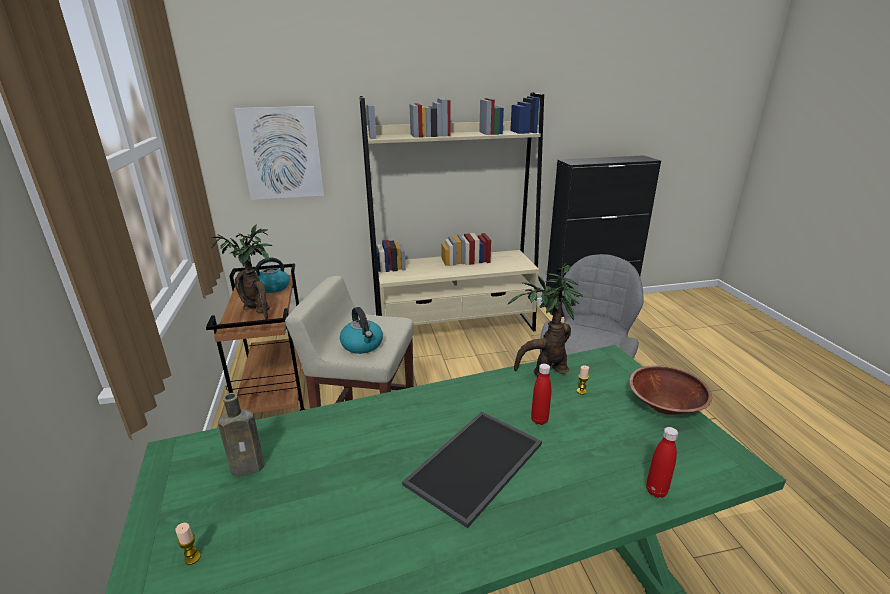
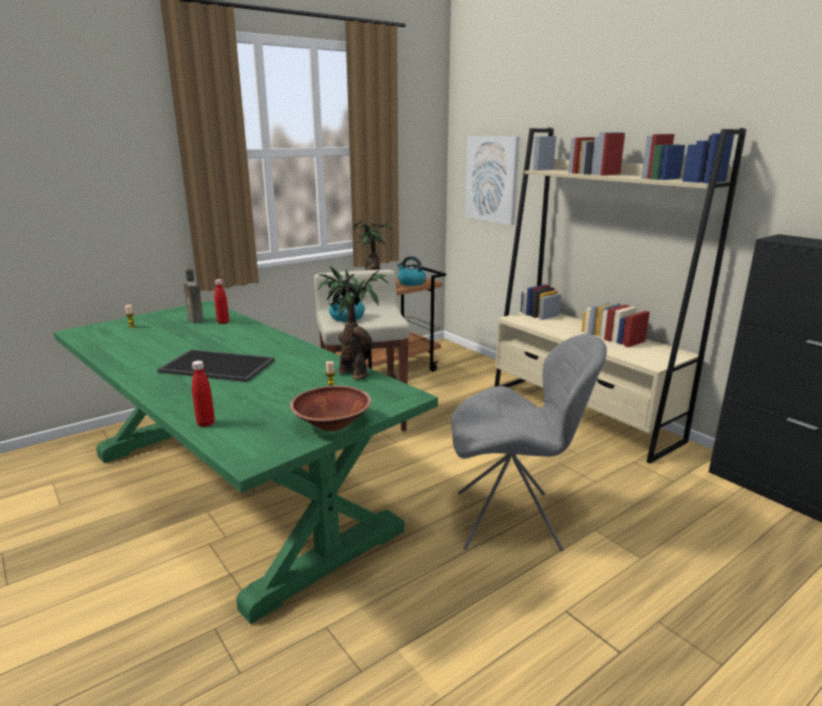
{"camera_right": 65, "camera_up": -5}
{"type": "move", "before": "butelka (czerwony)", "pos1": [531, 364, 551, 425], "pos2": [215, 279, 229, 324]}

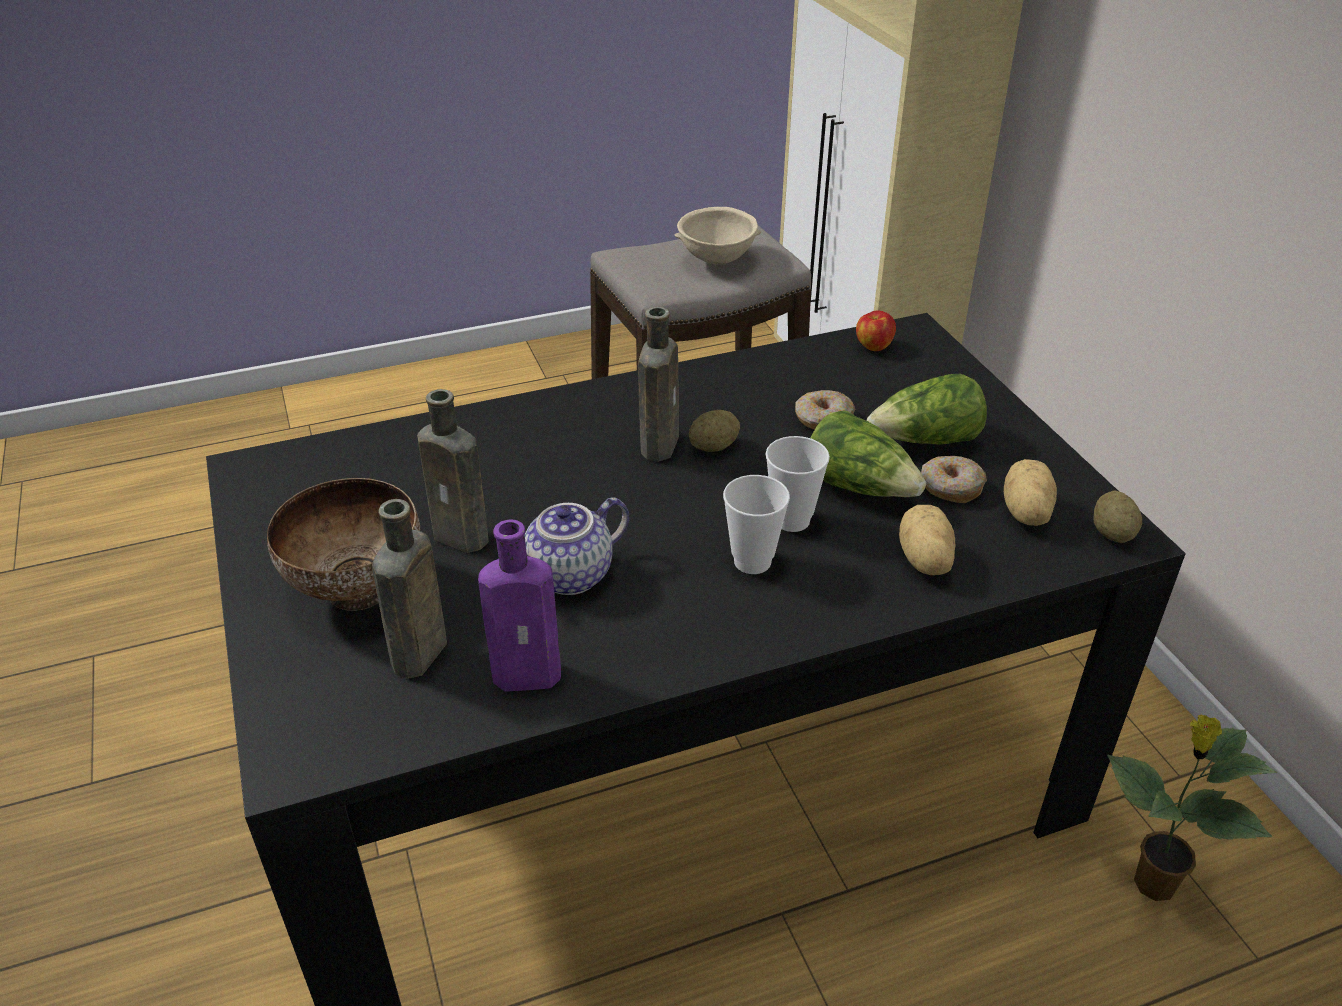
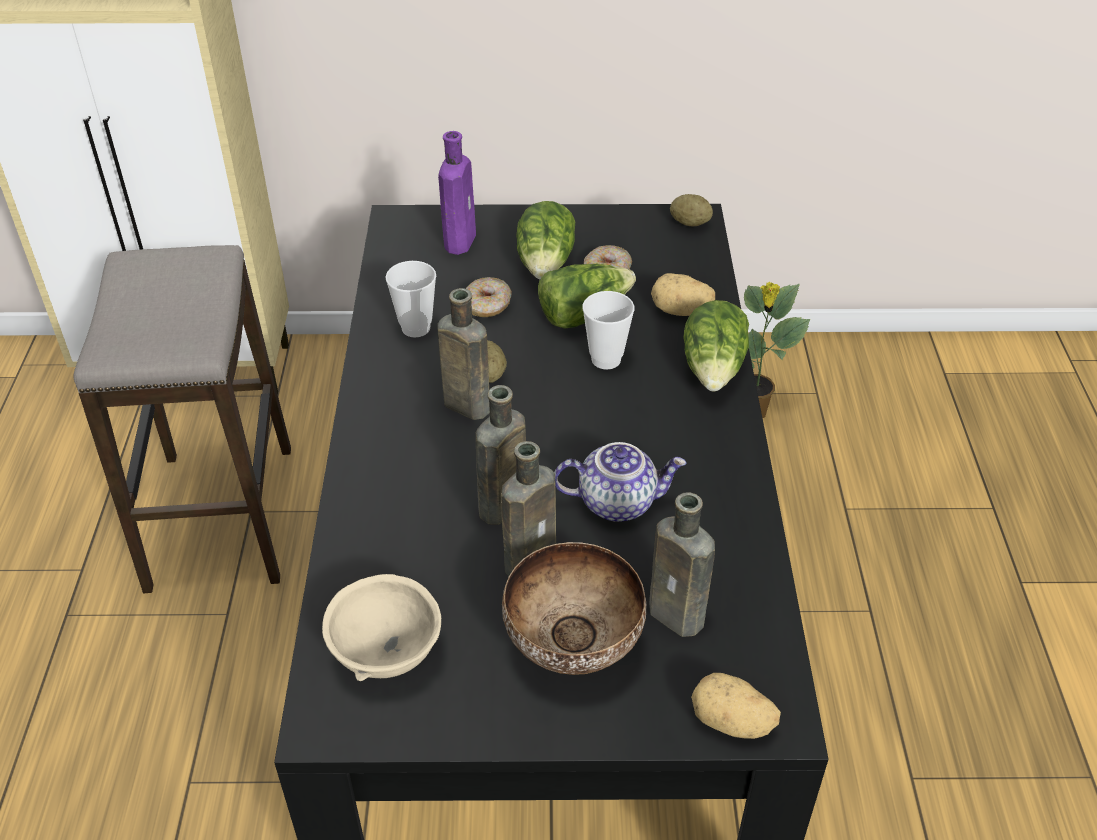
{"camera_right": -70, "camera_up": 5}
{"type": "move", "before": "butelka (fioletowy)", "pos1": [478, 520, 571, 692], "pos2": [438, 131, 476, 255]}
{"type": "rotate", "before": "imbryk", "pos1": [525, 497, 629, 595], "pos2": [554, 442, 687, 522], "turn": -75}
{"type": "move", "before": "miska (beżowy)", "pos1": [675, 207, 761, 264], "pos2": [322, 574, 441, 681]}
{"type": "move", "before": "filiżanka", "pos1": [723, 475, 790, 574], "pos2": [386, 261, 436, 337]}
{"type": "delete", "before": "jabłko", "pos1": [856, 310, 896, 351]}
{"type": "move", "before": "ziemniak", "pos1": [1004, 459, 1057, 526], "pos2": [691, 673, 781, 739]}
{"type": "insert", "after": "butelka (brązowy)", "pos2": [475, 385, 526, 525]}
{"type": "insert", "after": "sałata", "pos2": [683, 300, 749, 391]}

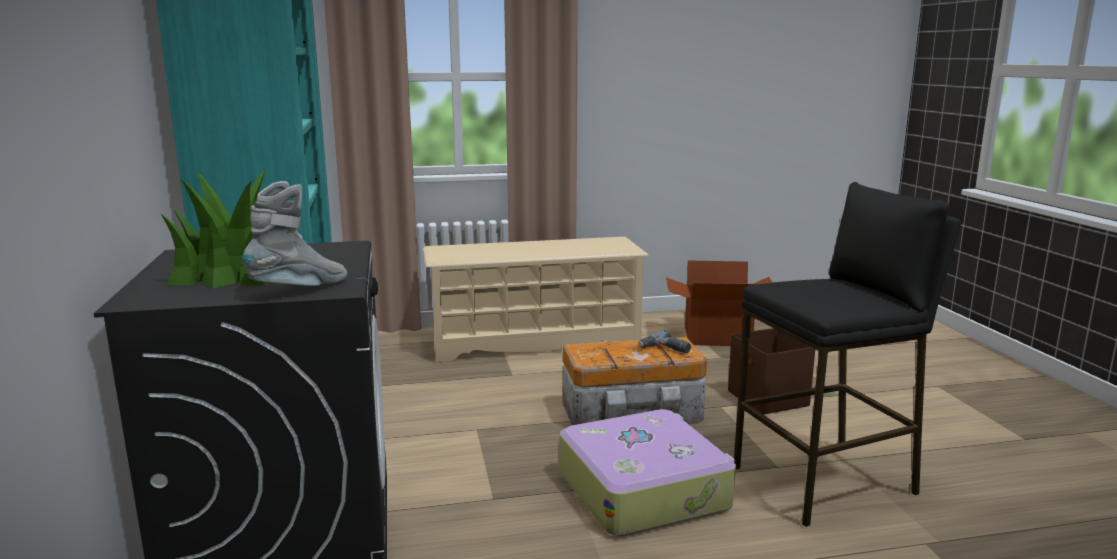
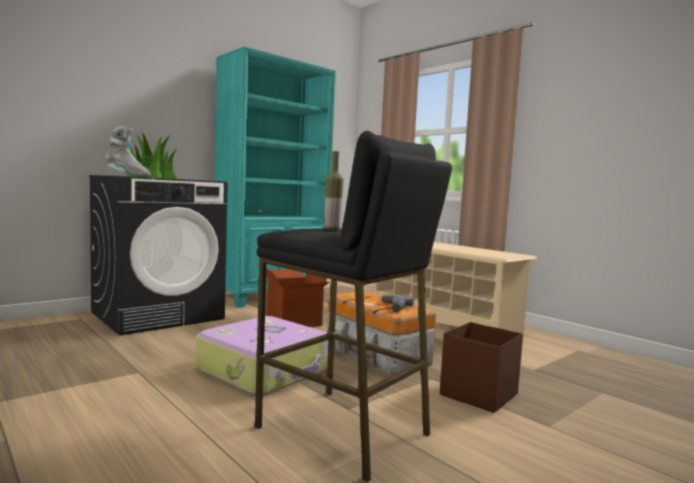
{"camera_right": 60, "camera_up": -10}
{"type": "move", "before": "karton", "pos1": [666, 260, 773, 346], "pos2": [258, 263, 330, 327]}
{"type": "insert", "after": "butelka", "pos2": [325, 151, 343, 230]}

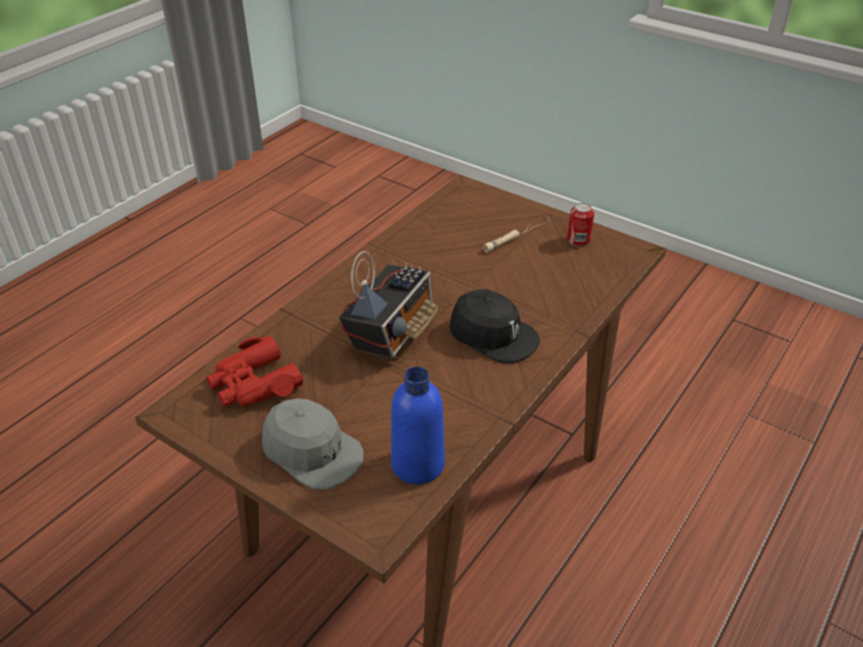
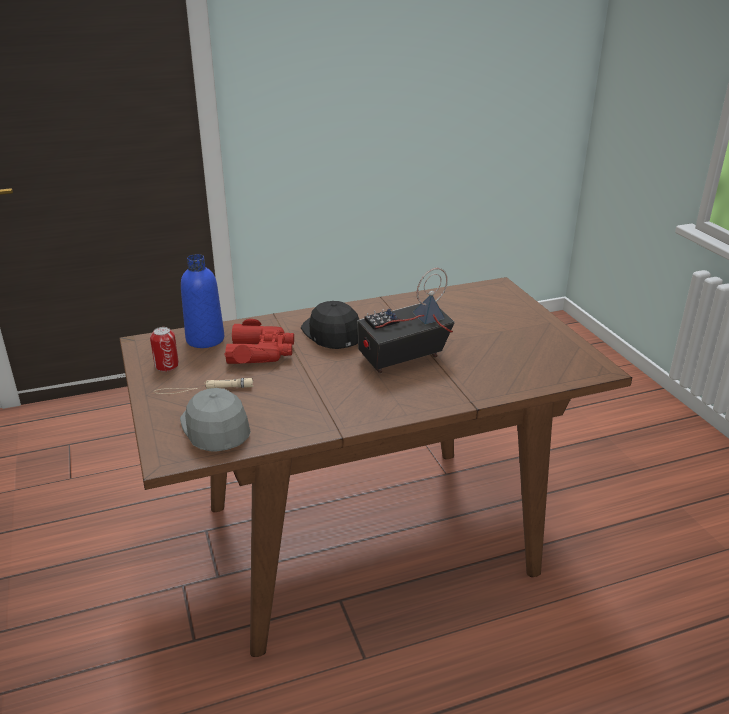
{"camera_right": -145, "camera_up": -10}
{"type": "move", "before": "lornetka (czerwony)", "pos1": [206, 335, 303, 407], "pos2": [224, 319, 294, 364]}
{"type": "move", "before": "czapka z daszkiem (szary)", "pos1": [262, 399, 364, 490], "pos2": [180, 388, 251, 452]}
{"type": "move", "before": "butelka (niebieski)", "pos1": [391, 367, 445, 484], "pos2": [181, 254, 224, 348]}

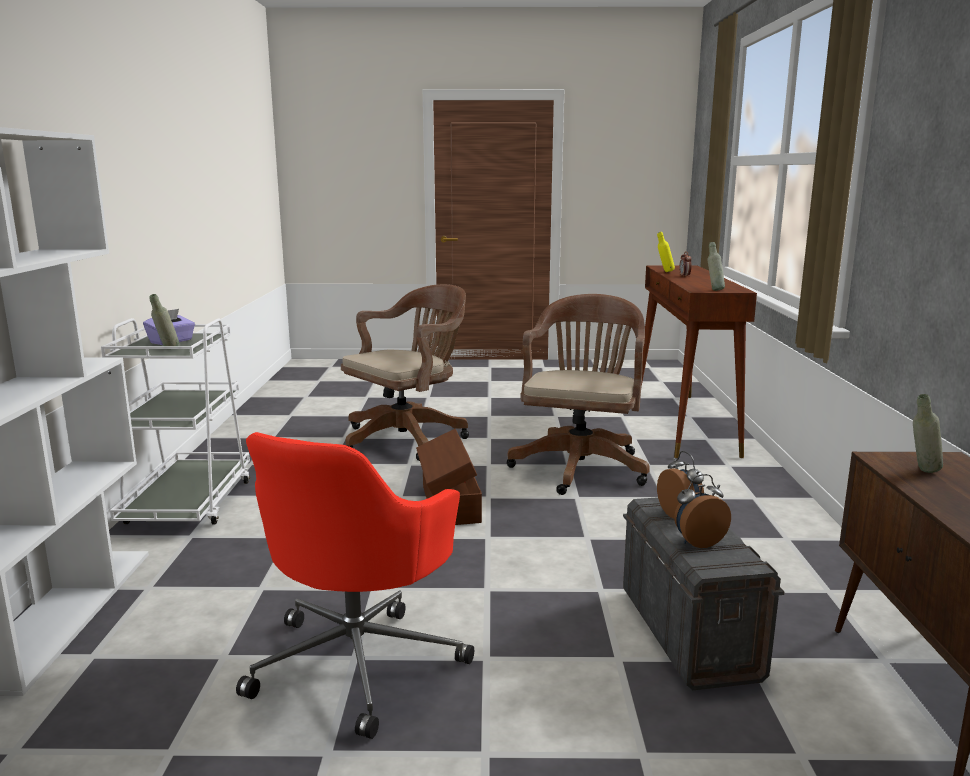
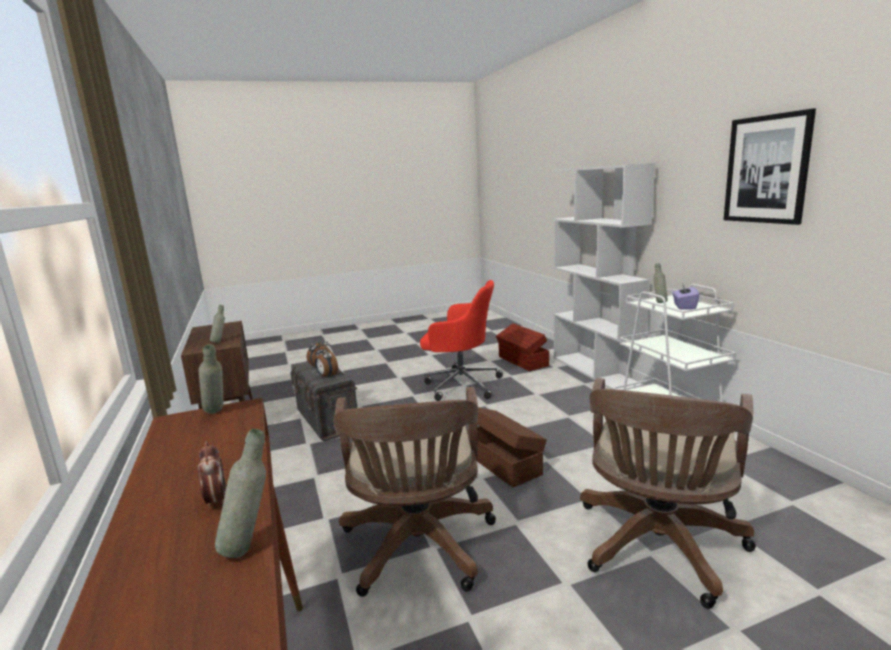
{"camera_right": 160, "camera_up": 0}
{"type": "rotate", "before": "krzesło biurowe (czerwony)", "pos1": [236, 432, 474, 739], "pos2": [420, 280, 503, 401], "turn": 105}
{"type": "recolor", "before": "butelka (żółty)", "after": "butelka (szary)", "pos1": [657, 232, 675, 272], "pos2": [215, 429, 266, 558]}
{"type": "insert", "after": "pojemnik do przechowywania (brązowy)", "pos2": [496, 323, 549, 371]}
{"type": "insert", "after": "obraz", "pos2": [724, 108, 816, 225]}

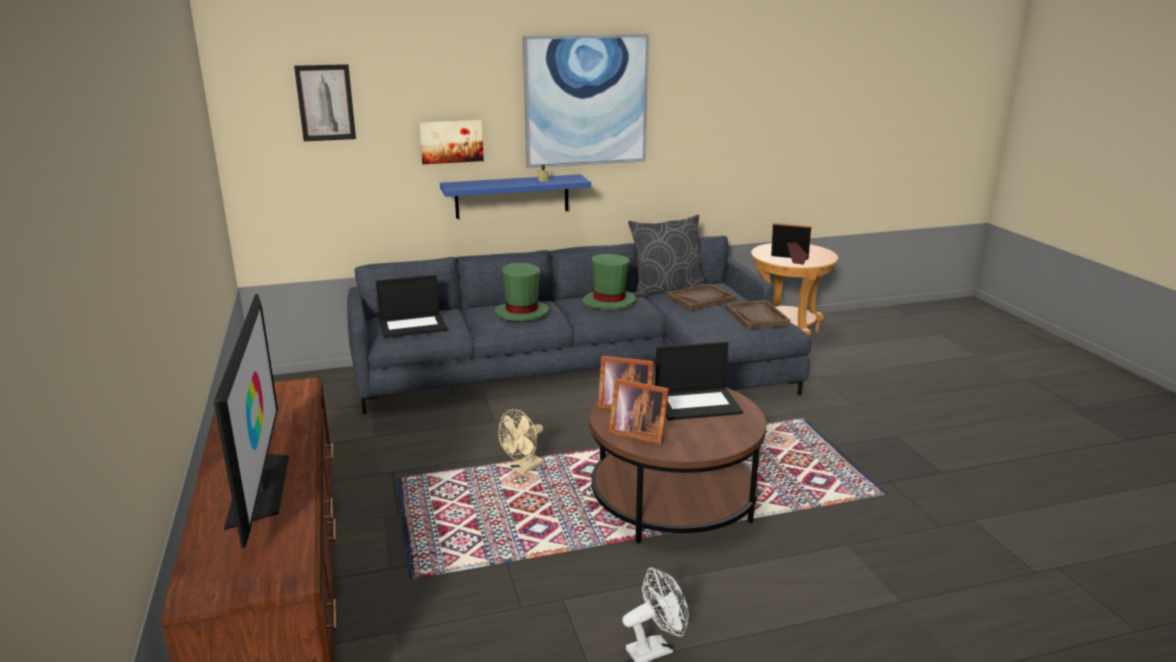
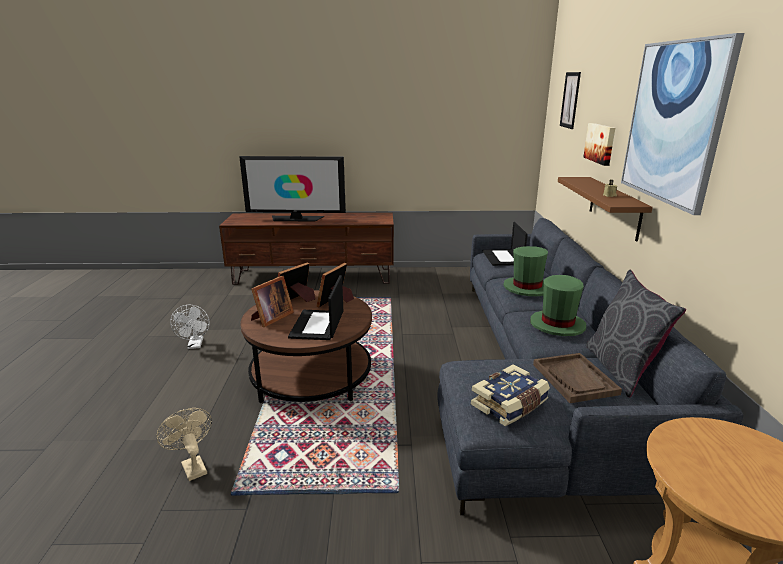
{"camera_right": 105, "camera_up": 0}
{"type": "recolor", "before": "półka (niebieski)", "after": "półka (brązowy)", "pos1": [440, 174, 591, 219], "pos2": [558, 177, 653, 242]}
{"type": "move", "before": "wentylator (beżowy)", "pos1": [499, 409, 544, 474], "pos2": [157, 408, 212, 481]}
{"type": "replace", "before": "taca (brązowy)", "after": "książka", "pos1": [725, 300, 790, 329], "pos2": [471, 364, 550, 426]}
{"type": "move", "before": "ramka na zdjęcie", "pos1": [771, 223, 811, 265], "pos2": [251, 276, 294, 327]}

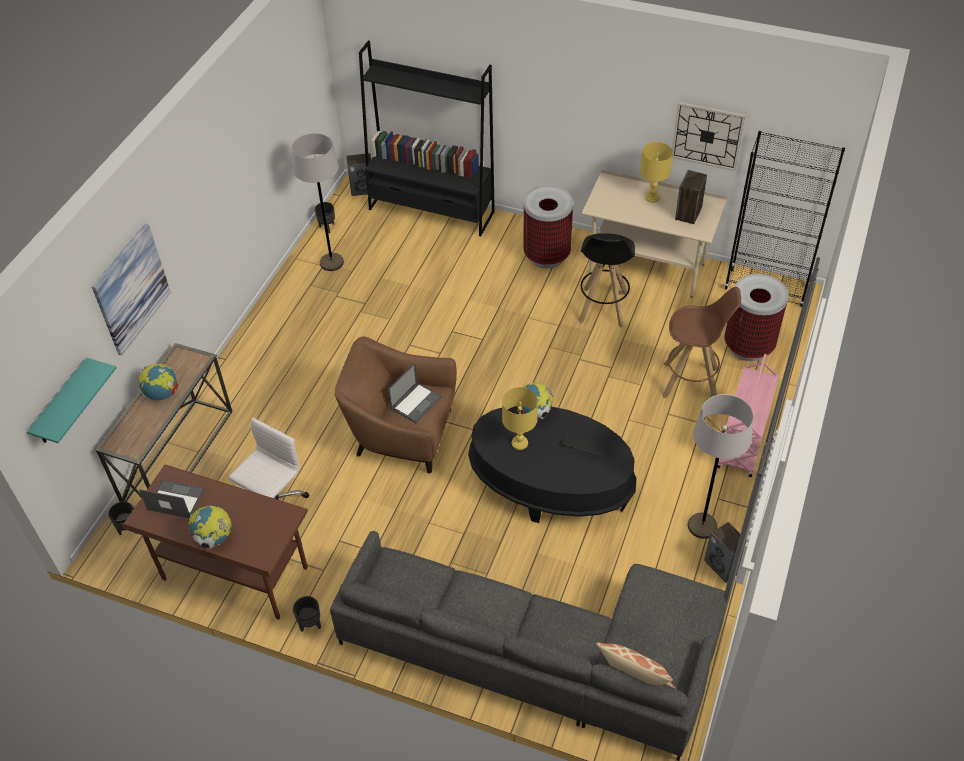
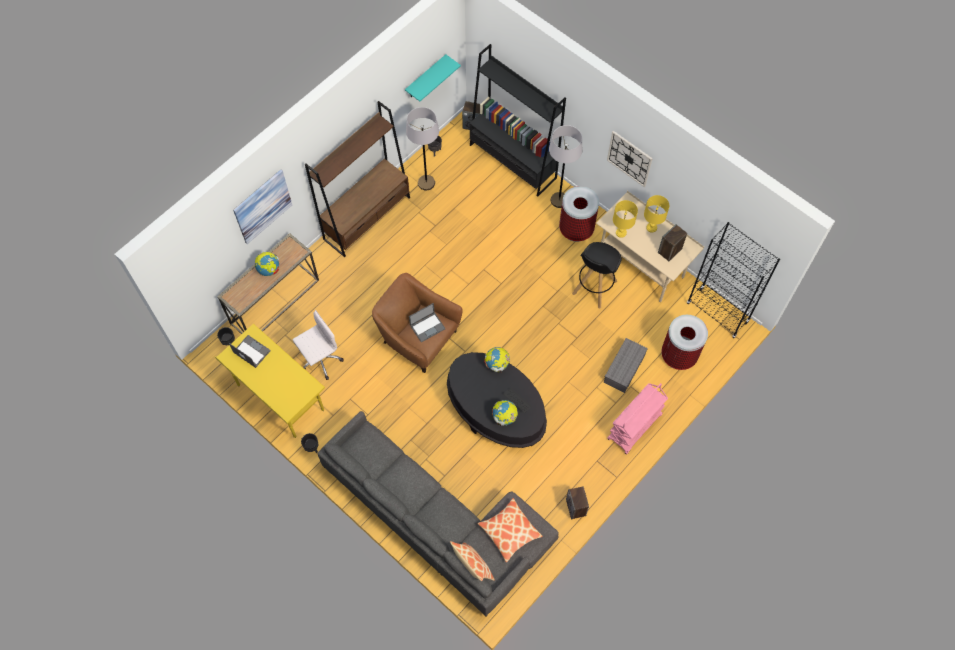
{"camera_right": 20, "camera_up": 15}
{"type": "move", "before": "półka (turkusowy)", "pos1": [27, 358, 116, 443], "pos2": [405, 54, 461, 101]}
{"type": "recolor", "before": "biurko (brązowy)", "after": "biurko (żółty)", "pos1": [121, 465, 308, 620], "pos2": [215, 324, 325, 438]}
{"type": "move", "before": "globus", "pos1": [189, 506, 232, 549], "pos2": [492, 400, 518, 426]}
{"type": "move", "before": "lampa stołowa (żółty)", "pos1": [502, 387, 538, 450], "pos2": [613, 200, 638, 238]}
{"type": "replace", "before": "stołek (brązowy)", "after": "pojemnik do przechowywania (szary)", "pos1": [662, 287, 741, 398], "pos2": [604, 338, 648, 393]}
{"type": "move", "before": "zegar ścienny", "pos1": [672, 102, 746, 171], "pos2": [607, 131, 653, 187]}
{"type": "move", "before": "lampa stojąca (szary)", "pos1": [688, 394, 754, 539], "pos2": [549, 125, 582, 208]}
{"type": "insert", "after": "regał (brązowy)", "pos2": [305, 101, 410, 257]}
{"type": "insert", "after": "poduszka", "pos2": [477, 498, 542, 563]}

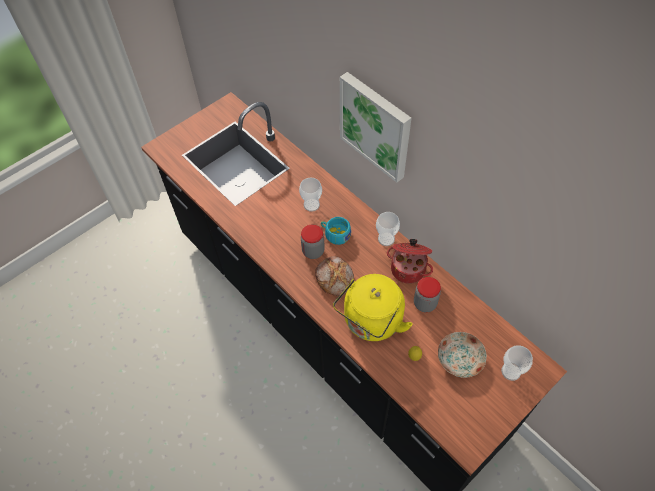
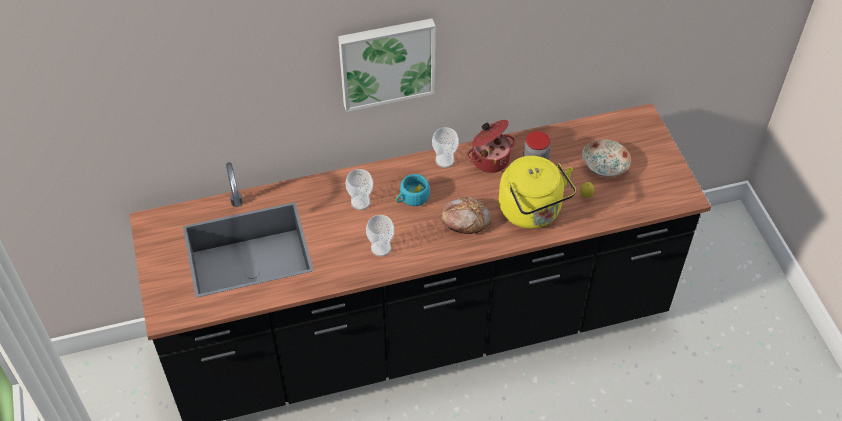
{"camera_right": -65, "camera_up": -5}
{"type": "delete", "before": "słoik", "pos1": [301, 225, 325, 259]}
{"type": "move", "before": "filiżanka", "pos1": [501, 345, 533, 381], "pos2": [366, 215, 394, 257]}

